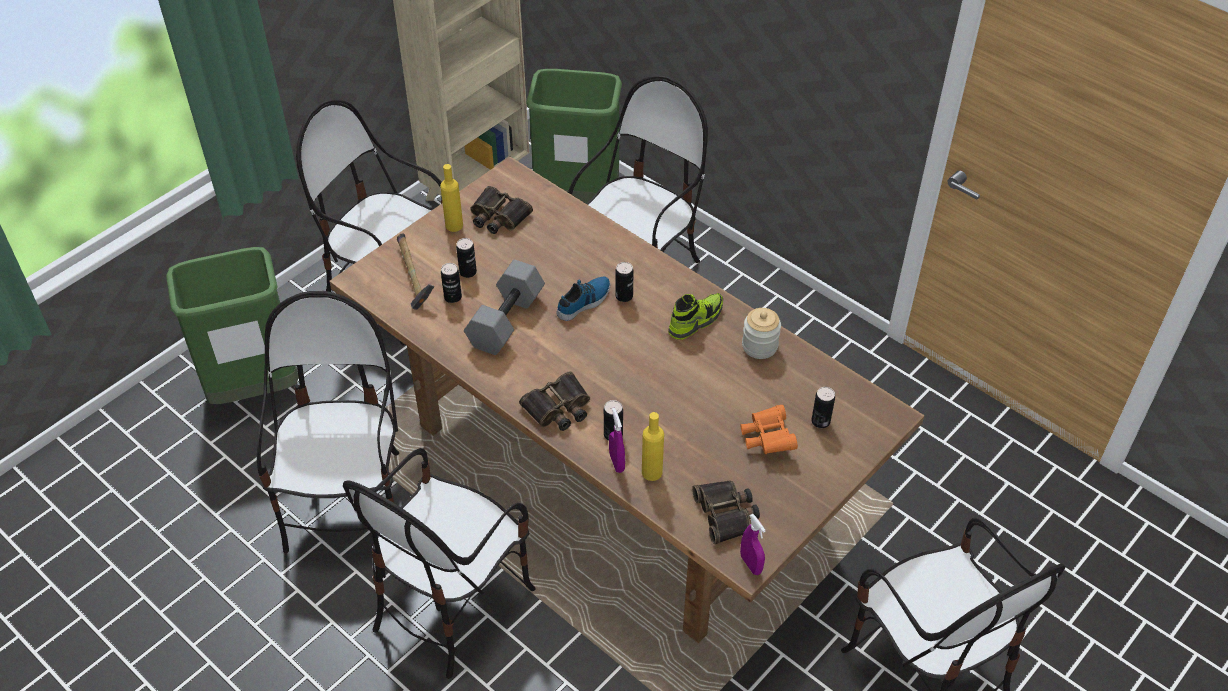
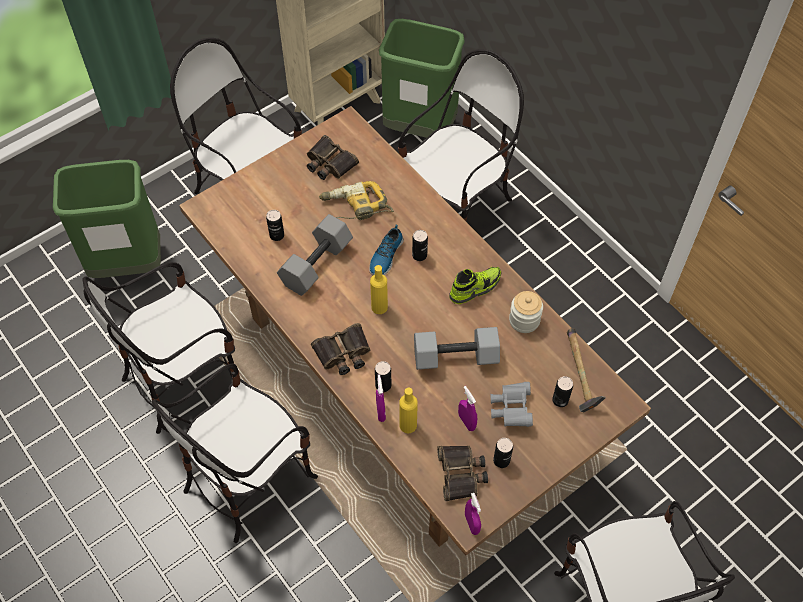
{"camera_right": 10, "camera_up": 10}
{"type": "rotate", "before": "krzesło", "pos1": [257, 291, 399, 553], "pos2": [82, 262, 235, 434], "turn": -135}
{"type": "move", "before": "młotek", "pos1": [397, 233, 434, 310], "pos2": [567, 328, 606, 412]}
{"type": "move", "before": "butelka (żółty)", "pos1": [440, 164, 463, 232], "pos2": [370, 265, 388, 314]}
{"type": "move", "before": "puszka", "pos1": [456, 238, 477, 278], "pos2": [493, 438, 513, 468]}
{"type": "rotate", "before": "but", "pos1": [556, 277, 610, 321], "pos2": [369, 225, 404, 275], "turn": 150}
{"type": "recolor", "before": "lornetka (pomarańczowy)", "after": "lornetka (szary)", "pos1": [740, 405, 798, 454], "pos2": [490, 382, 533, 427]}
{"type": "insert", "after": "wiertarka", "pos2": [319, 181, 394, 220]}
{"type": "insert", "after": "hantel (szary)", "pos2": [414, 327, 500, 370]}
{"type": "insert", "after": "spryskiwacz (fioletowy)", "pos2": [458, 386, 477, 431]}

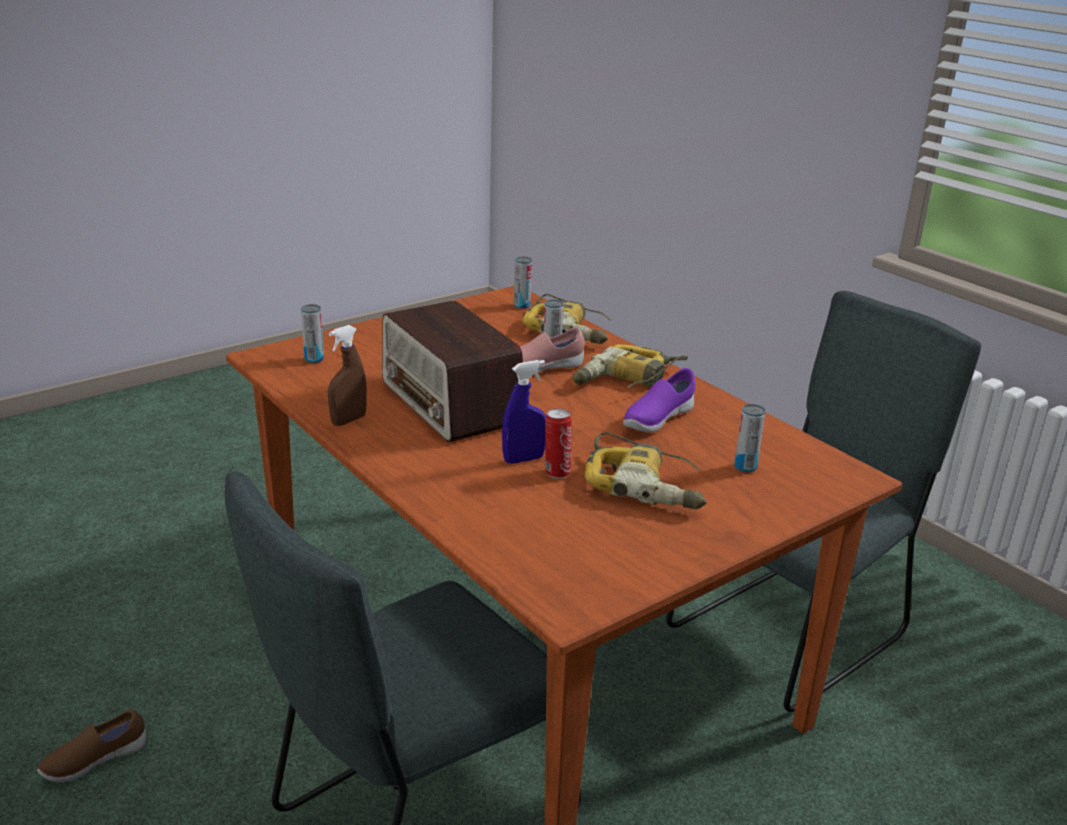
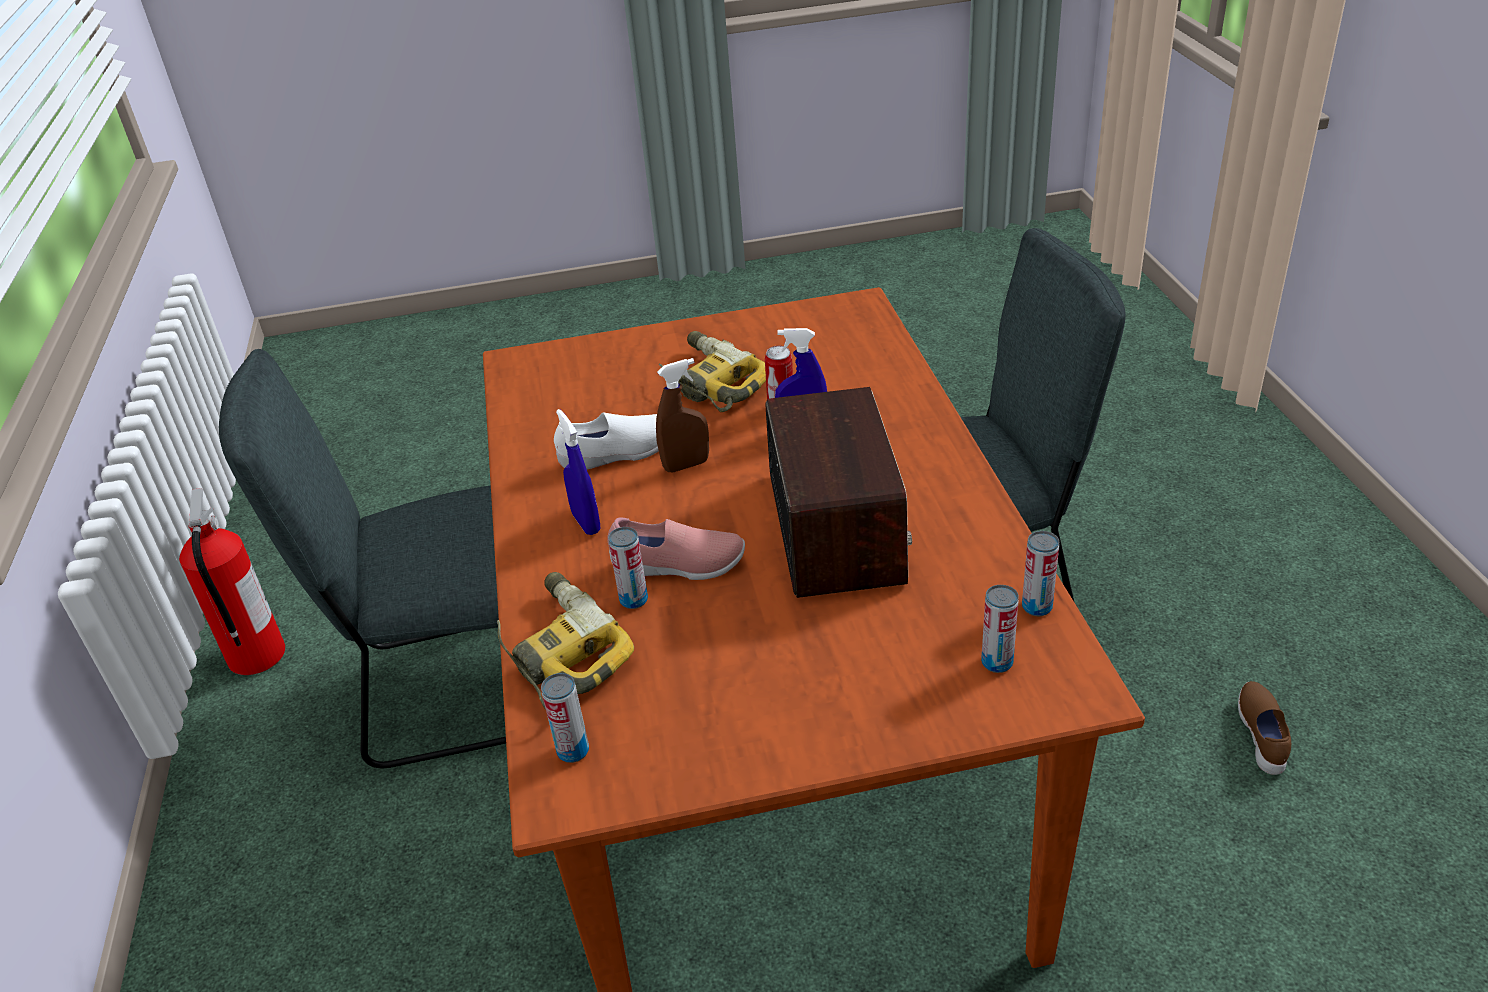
{"camera_right": -150, "camera_up": 10}
{"type": "rotate", "before": "but (brązowy)", "pos1": [37, 709, 146, 782], "pos2": [1238, 681, 1291, 775], "turn": -75}
{"type": "move", "before": "spryskiwacz (brązowy)", "pos1": [328, 325, 367, 426], "pos2": [656, 358, 709, 472]}
{"type": "replace", "before": "wiertarka", "after": "spryskiwacz (niebieski)", "pos1": [573, 344, 688, 388], "pos2": [556, 409, 601, 535]}
{"type": "recolor", "before": "but (fioletowy)", "after": "but (biały)", "pos1": [623, 368, 696, 432], "pos2": [554, 413, 659, 469]}
{"type": "move", "before": "puszka", "pos1": [734, 404, 766, 473], "pos2": [1022, 531, 1059, 616]}
{"type": "insert", "after": "gaśnica", "pos2": [179, 488, 285, 675]}

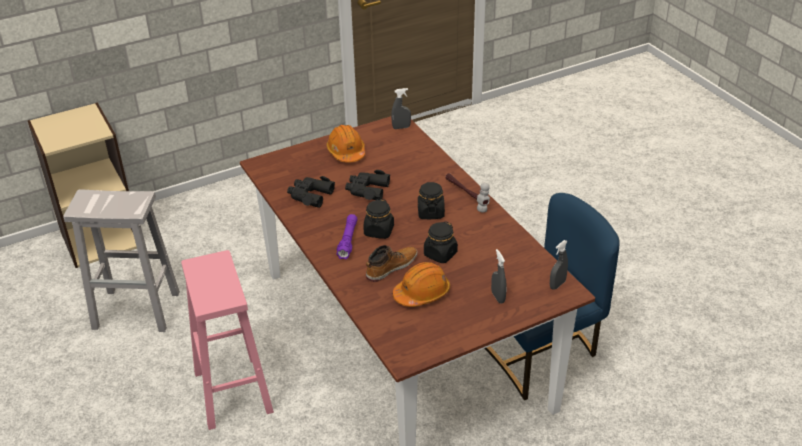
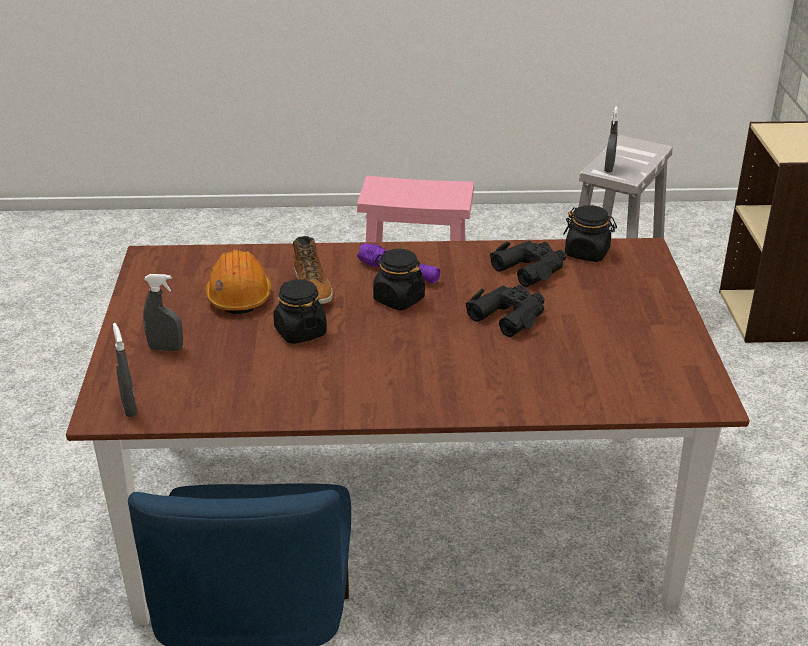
{"camera_right": 115, "camera_up": -5}
{"type": "delete", "before": "kask (pomarańczowy)", "pos1": [326, 125, 365, 163]}
{"type": "move", "before": "spryskiwacz (szary)", "pos1": [391, 88, 411, 129], "pos2": [604, 106, 618, 173]}
{"type": "move", "before": "słoik (czarny)", "pos1": [418, 182, 445, 219], "pos2": [563, 205, 617, 262]}
{"type": "delete", "before": "młotek", "pos1": [445, 173, 490, 213]}

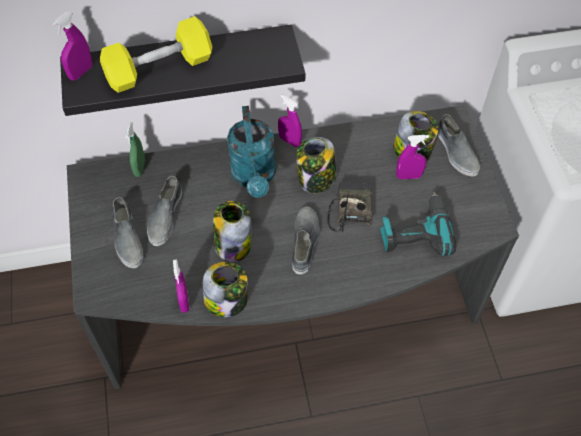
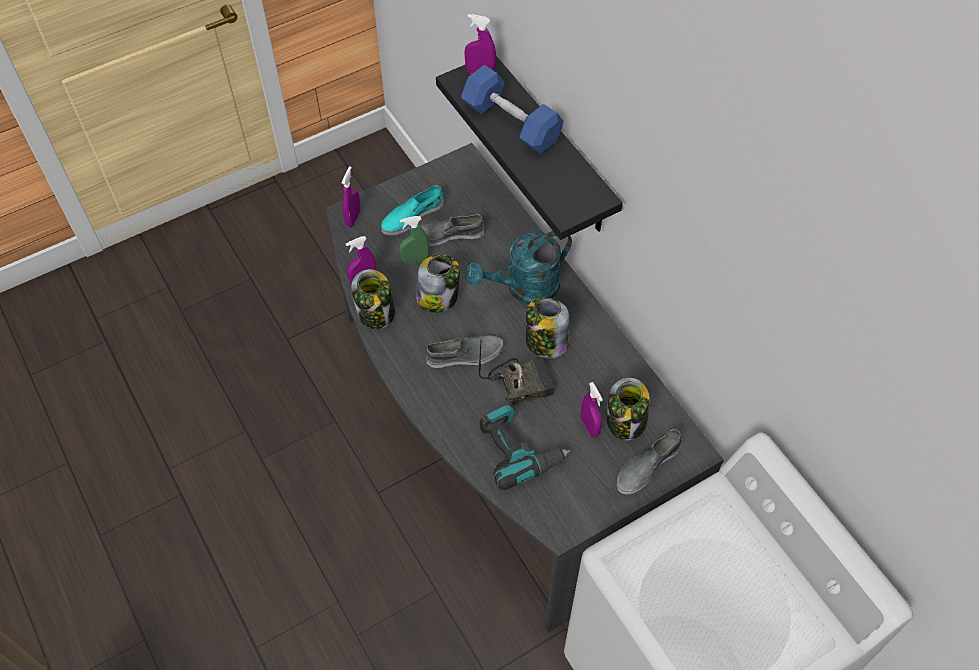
{"camera_right": 70, "camera_up": 0}
{"type": "recolor", "before": "hantel (żółty)", "after": "hantel (niebieski)", "pos1": [100, 16, 212, 93], "pos2": [461, 65, 564, 154]}
{"type": "recolor", "before": "but (szary)", "after": "but (turkusowy)", "pos1": [112, 198, 143, 268], "pos2": [381, 185, 444, 236]}
{"type": "move", "before": "spryskiwacz (zielony)", "pos1": [126, 122, 145, 177], "pos2": [399, 216, 429, 265]}
{"type": "move", "before": "spryskiwacz (fioletowy)", "pos1": [278, 94, 302, 147], "pos2": [342, 166, 361, 227]}

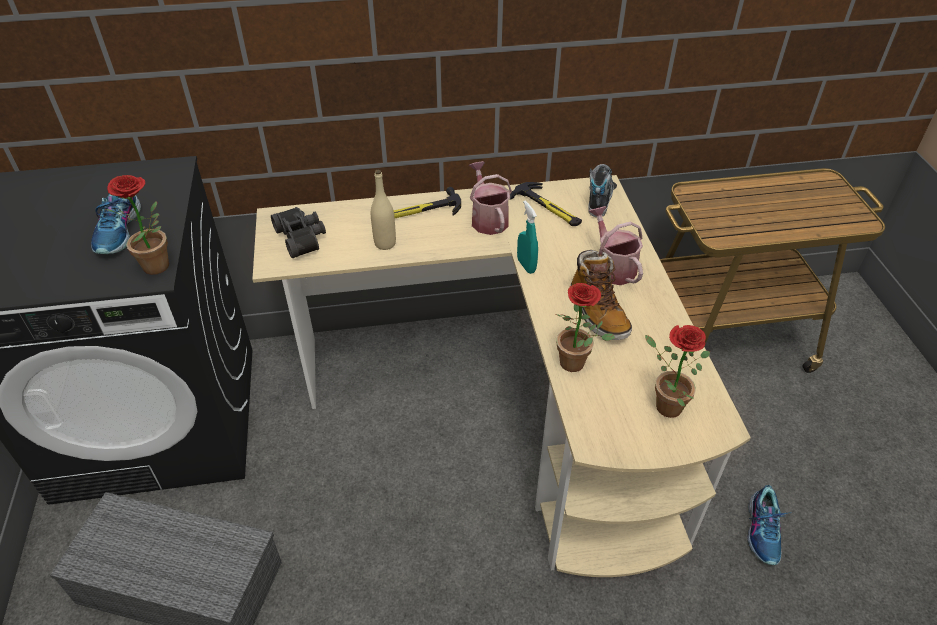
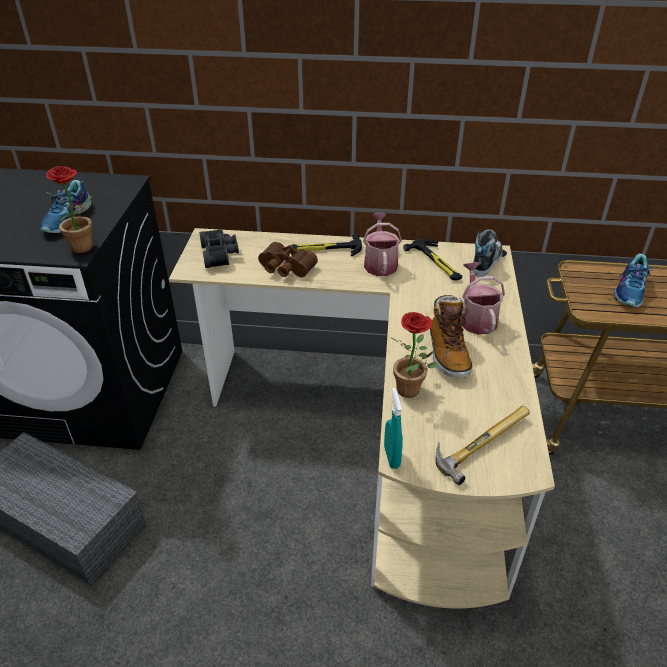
{"camera_right": 15, "camera_up": -5}
{"type": "replace", "before": "butelka (beżowy)", "after": "lornetka (brązowy)", "pos1": [371, 170, 396, 250], "pos2": [258, 242, 318, 277]}
{"type": "move", "before": "spryskiwacz (turkusowy)", "pos1": [517, 201, 538, 274], "pos2": [384, 388, 403, 469]}
{"type": "replace", "before": "roślina doniczkowa", "after": "młotek", "pos1": [645, 325, 710, 418], "pos2": [435, 406, 530, 485]}
{"type": "move", "before": "but", "pos1": [747, 485, 791, 565], "pos2": [614, 254, 658, 307]}

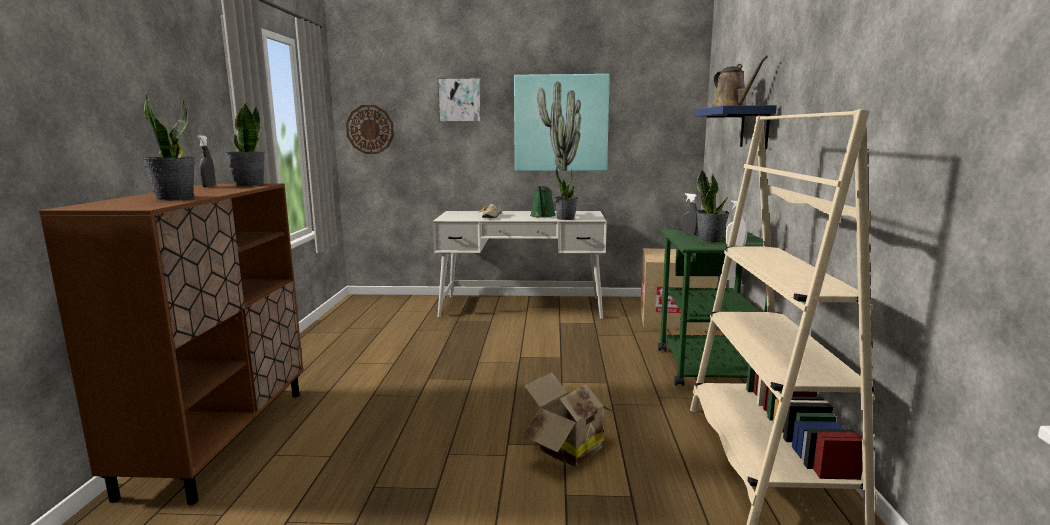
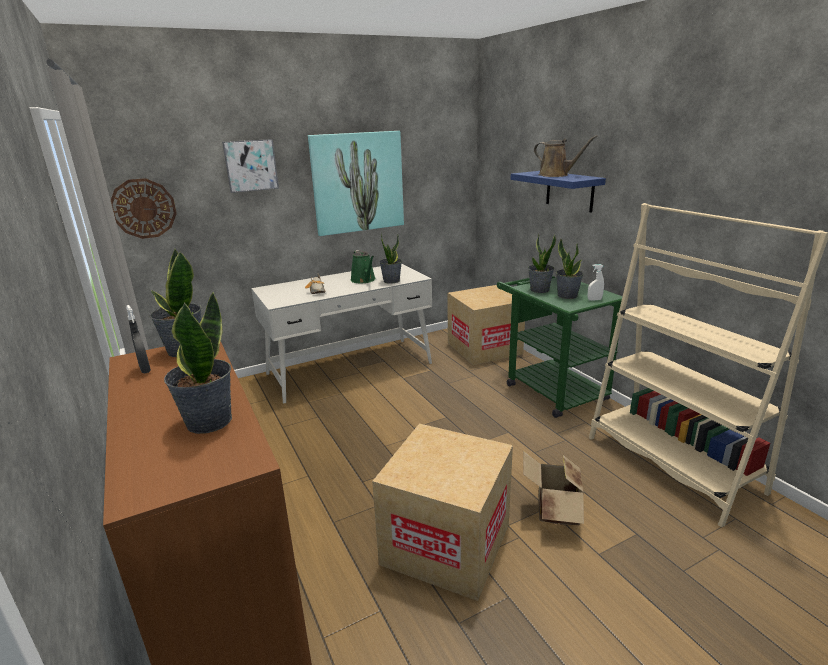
{"camera_right": -30, "camera_up": 10}
{"type": "replace", "before": "spryskiwacz (szary)", "after": "roślina doniczkowa", "pos1": [681, 193, 698, 235], "pos2": [528, 234, 556, 293]}
{"type": "insert", "after": "karton", "pos2": [372, 424, 513, 601]}

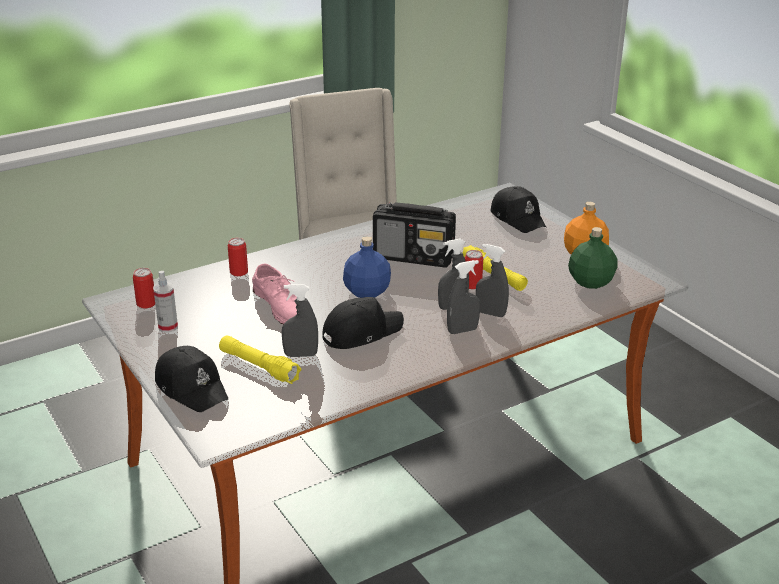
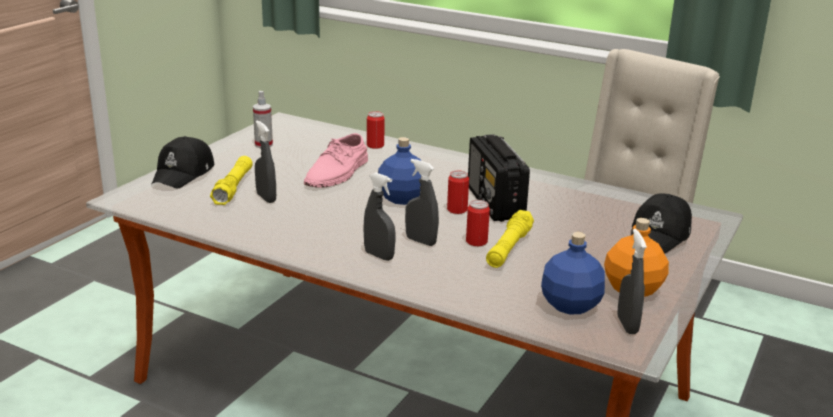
{"camera_right": 60, "camera_up": -5}
{"type": "move", "before": "puszka", "pos1": [133, 268, 155, 309], "pos2": [447, 171, 469, 214]}
{"type": "delete", "before": "czapka z daszkiem (czarny)", "pos1": [322, 297, 404, 349]}
{"type": "move", "before": "spryskiwacz (szary)", "pos1": [476, 244, 509, 317], "pos2": [617, 229, 647, 334]}
{"type": "recolor", "before": "butelka (zielony)", "after": "butelka (niebieski)", "pos1": [568, 227, 617, 289], "pos2": [541, 232, 605, 315]}

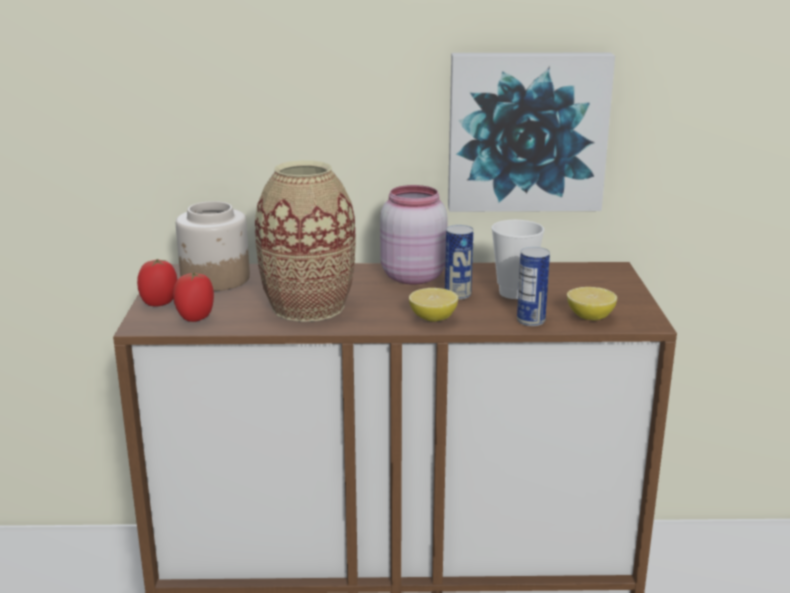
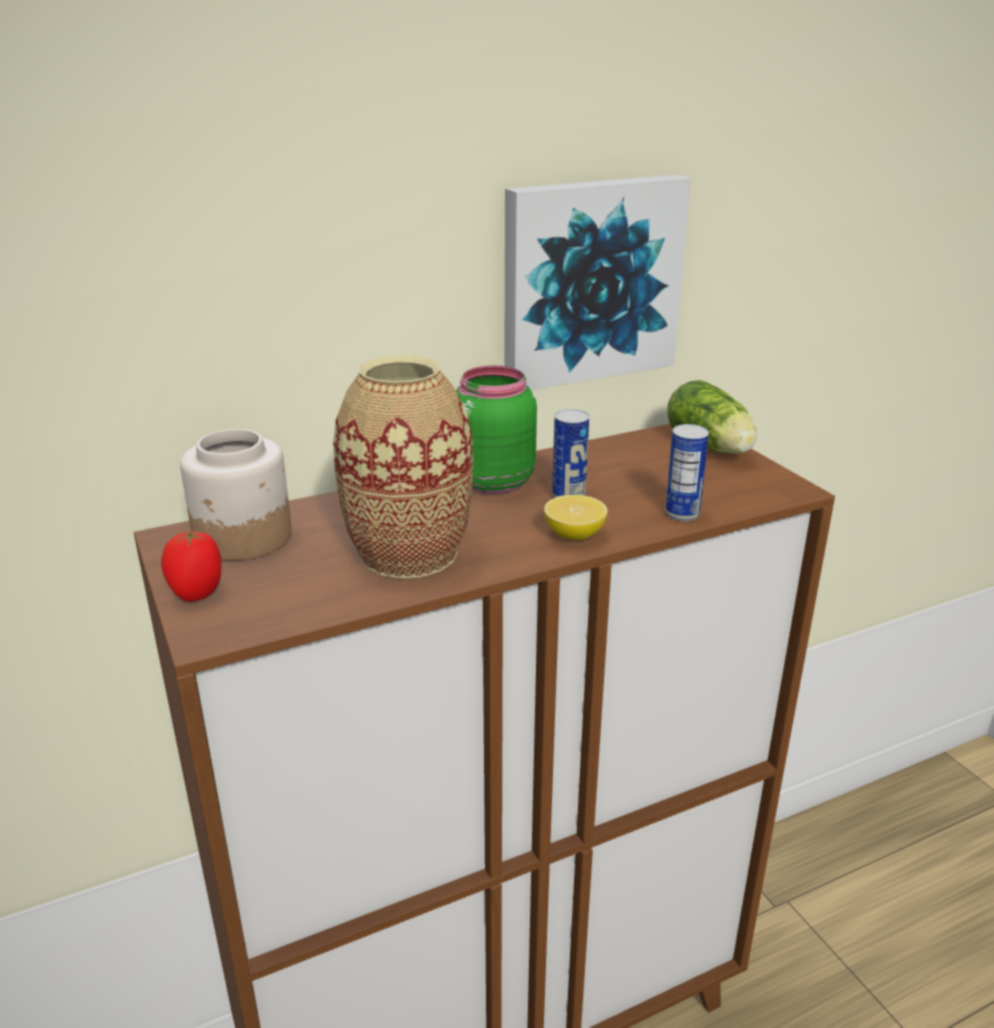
{"camera_right": -25, "camera_up": 5}
{"type": "delete", "before": "pomidor", "pos1": [173, 272, 214, 322]}
{"type": "recolor", "before": "słoik (różowy)", "after": "słoik (zielony)", "pos1": [380, 185, 448, 285], "pos2": [456, 365, 537, 494]}
{"type": "delete", "before": "filiżanka", "pos1": [491, 220, 544, 299]}
{"type": "delete", "before": "cytryna", "pos1": [567, 287, 617, 320]}
{"type": "insert", "after": "sałata", "pos2": [667, 380, 757, 454]}

